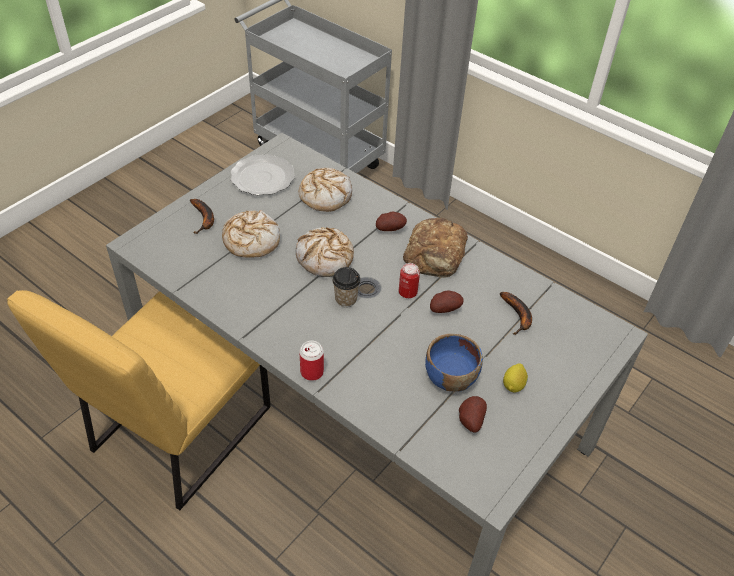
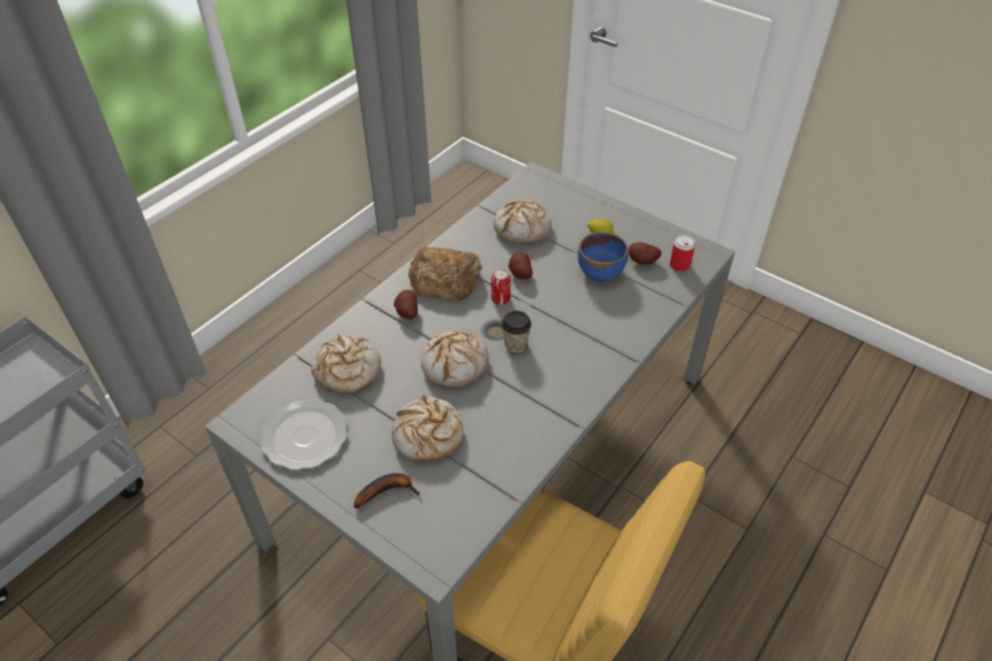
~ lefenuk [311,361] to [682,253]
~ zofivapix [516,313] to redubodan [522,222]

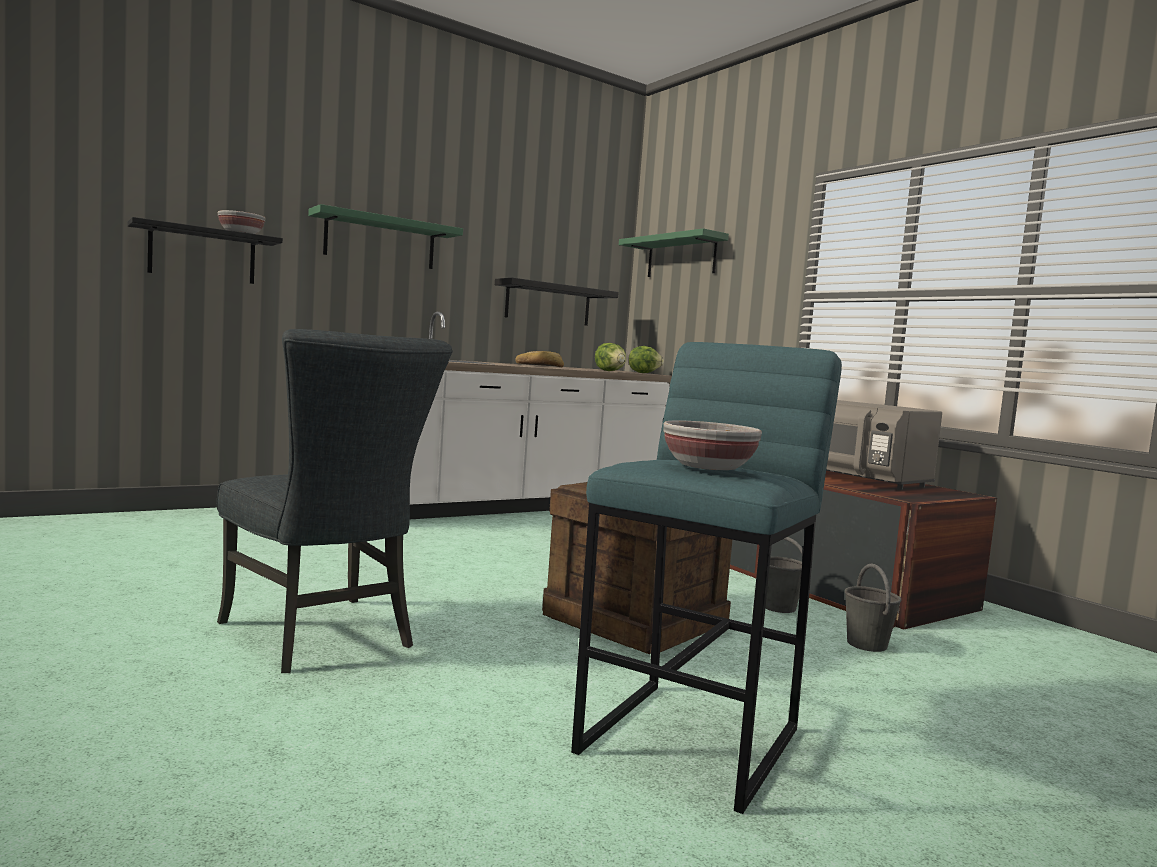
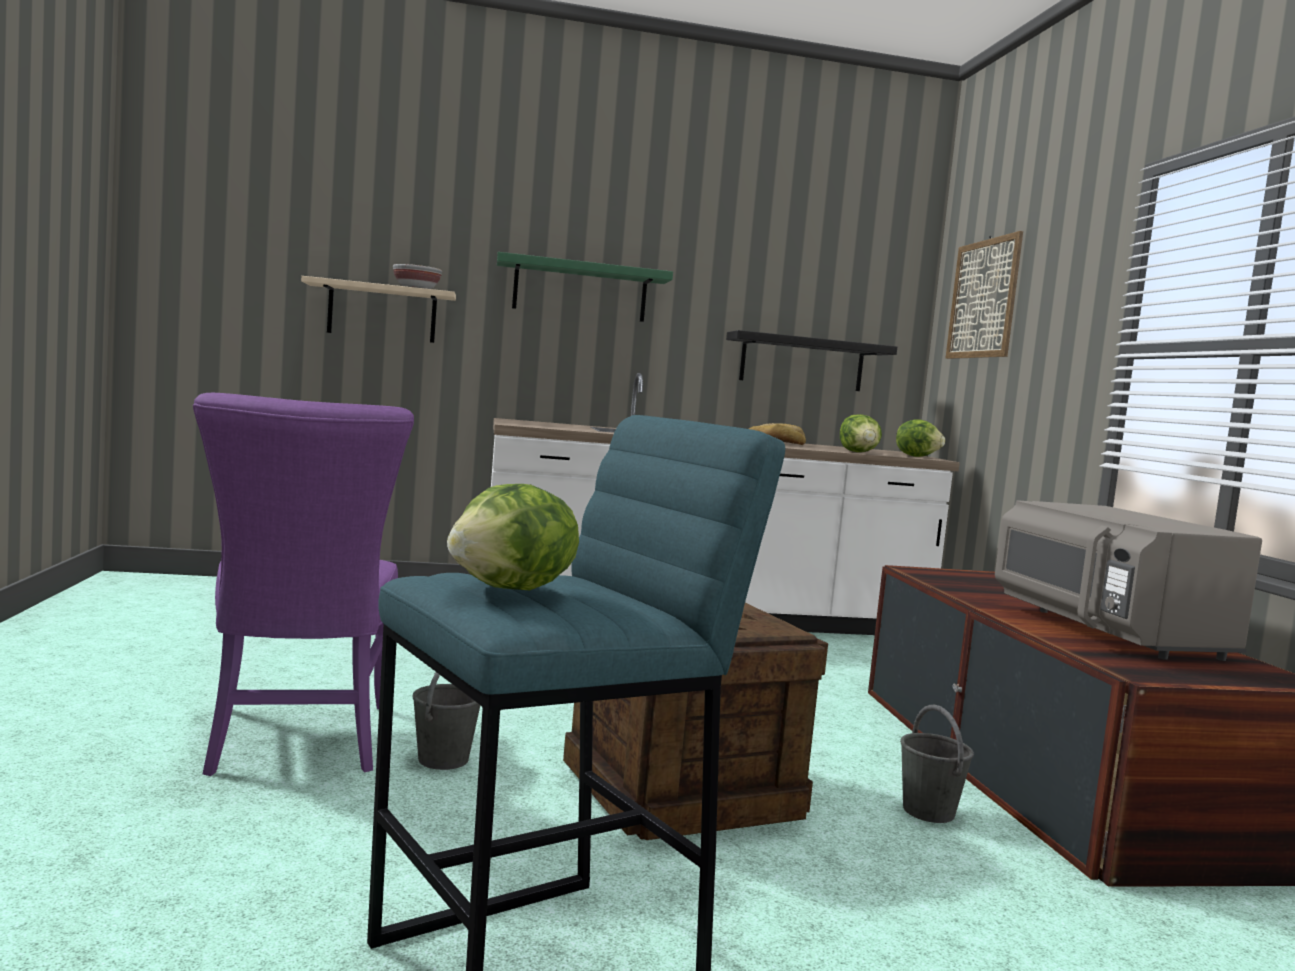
~ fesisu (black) [205,250] to fesisu (beige) [378,309]
~ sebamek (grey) [335,501] to sebamek (purple) [303,584]
~ fesisu (green) [674,252] to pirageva [984,295]
~ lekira [712,445] to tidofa [513,537]
~ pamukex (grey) [873,607] to [446,721]

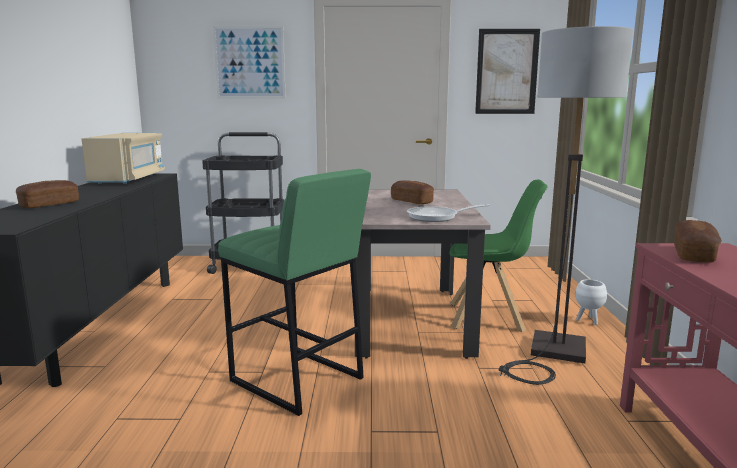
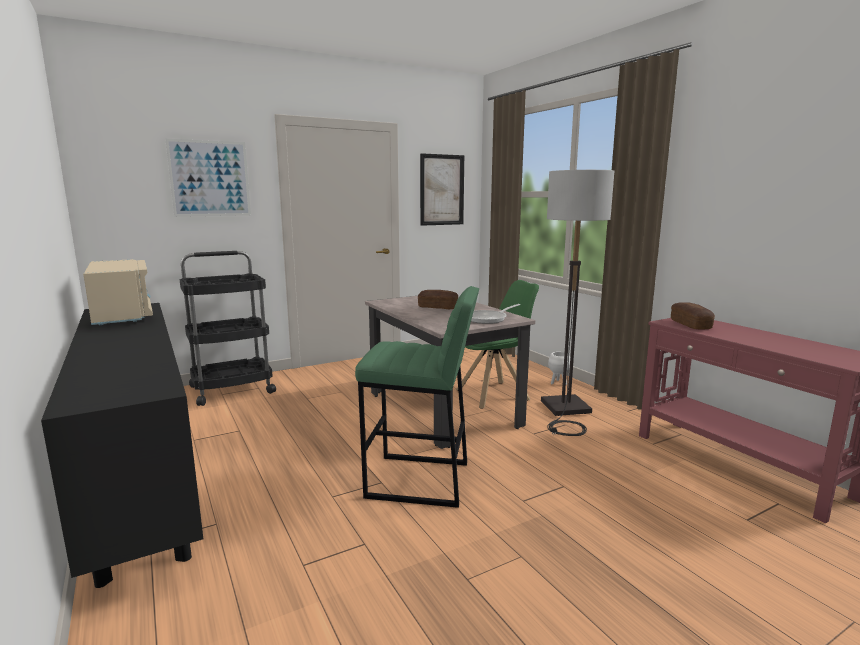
- redubodan [47,194]

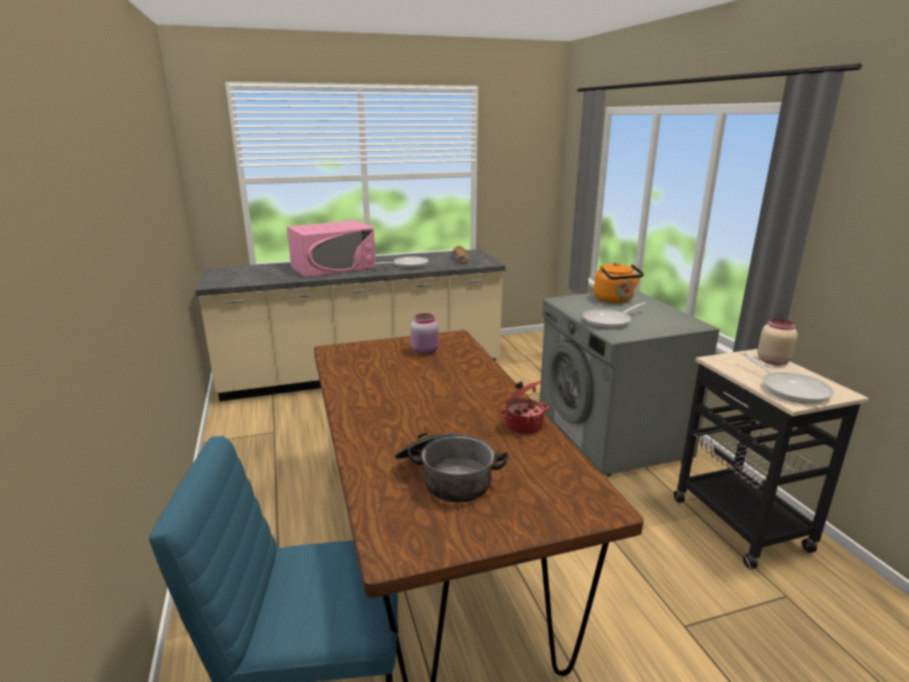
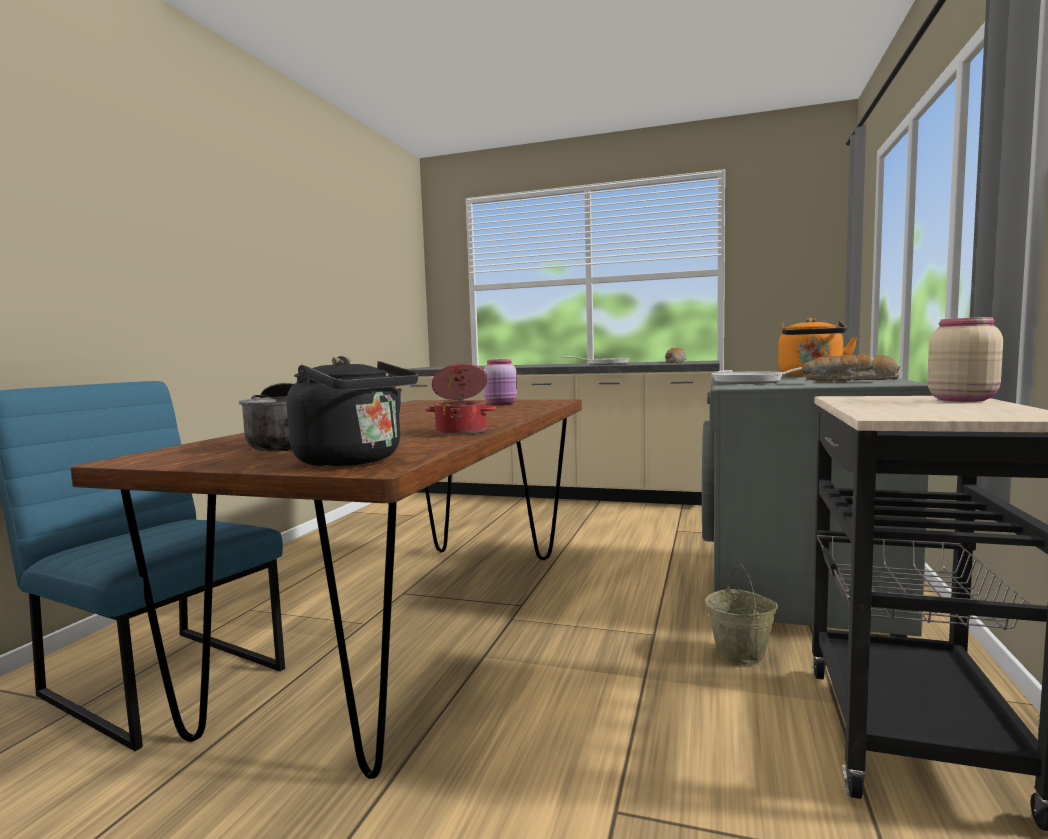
- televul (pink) [331,249]
- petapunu [787,378]
+ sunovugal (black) [352,411]
+ pamukex (beige) [741,615]
+ redubodan [850,367]

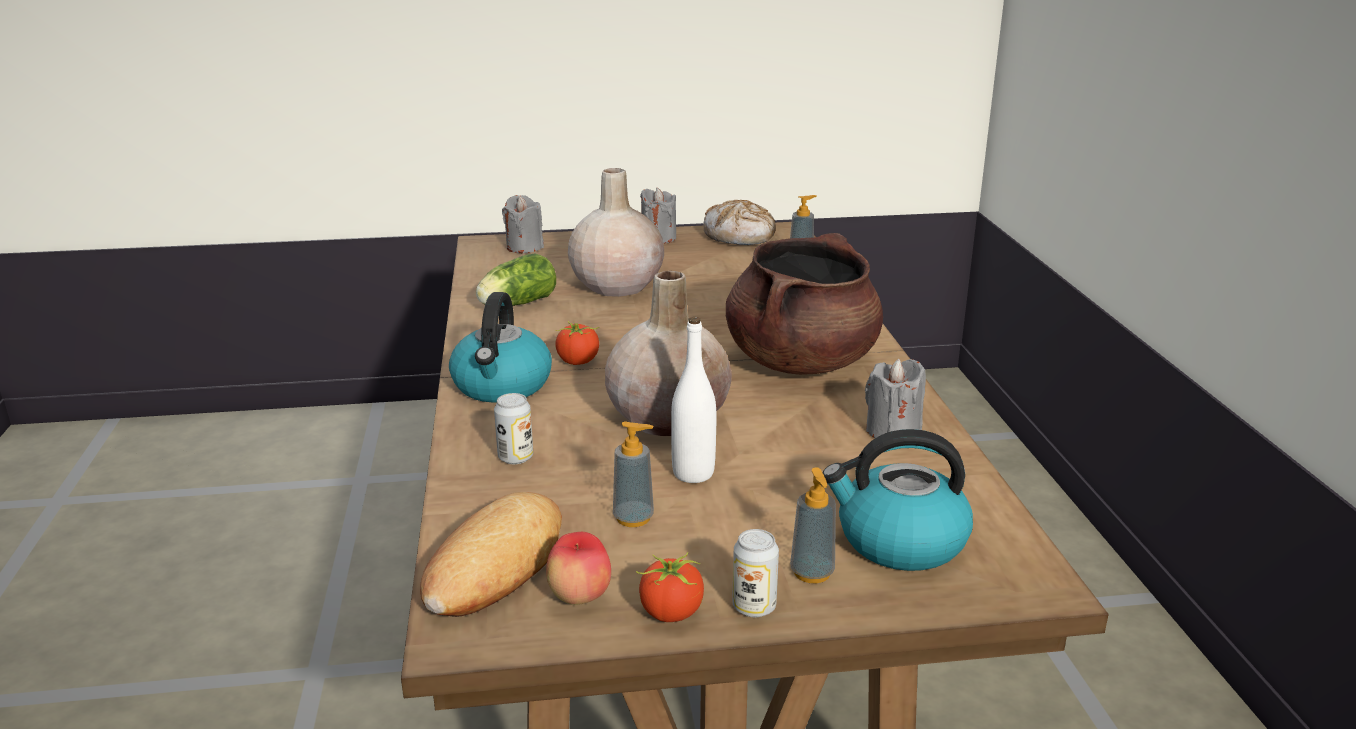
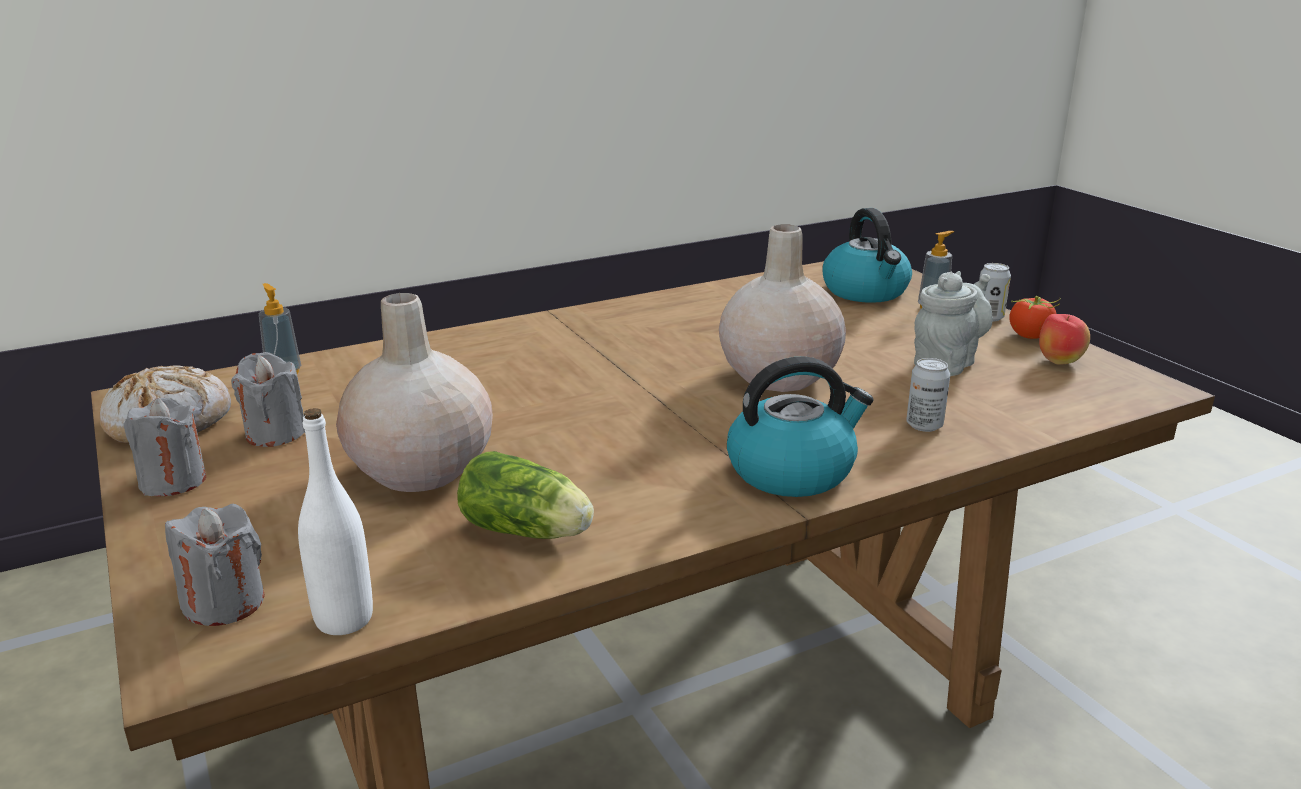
- redubodan [491,554]
- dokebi [577,343]
~ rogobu [633,474] to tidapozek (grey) [953,323]
~ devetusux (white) [693,400] to [335,521]
- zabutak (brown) [804,304]
~ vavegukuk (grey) [895,398] to [268,399]

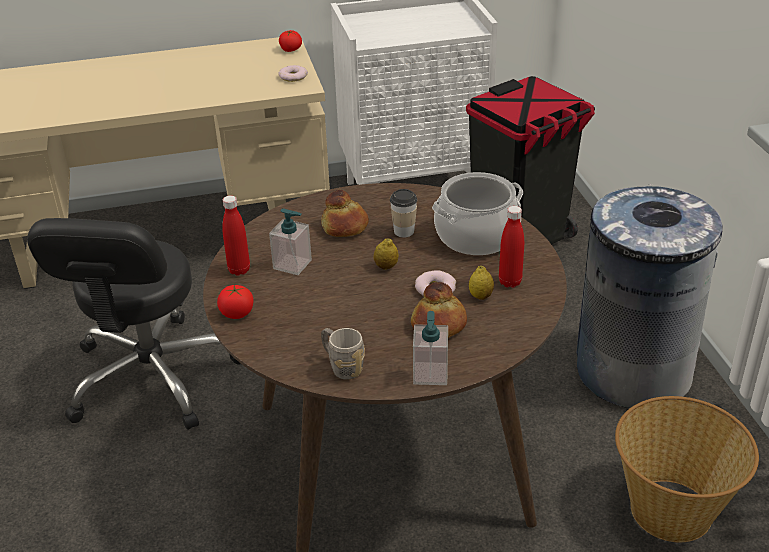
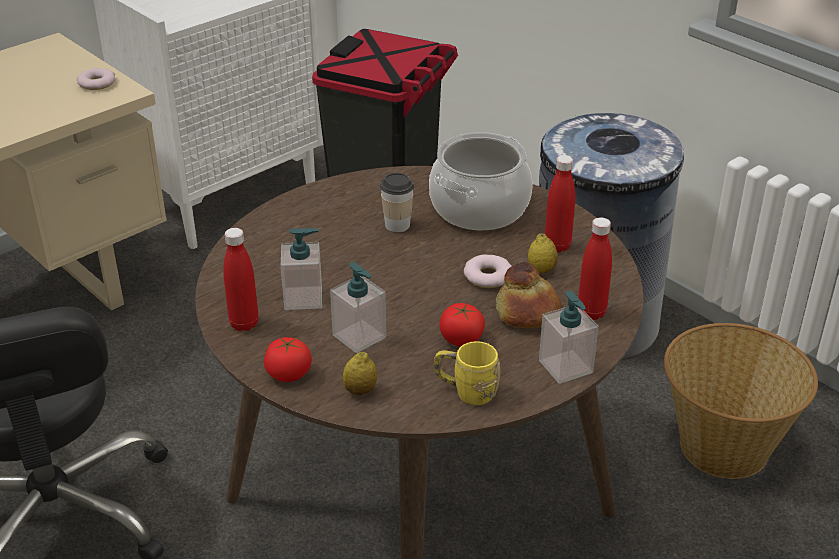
~ dokebi [290,41] to [462,324]
- redubodan [345,213]
~ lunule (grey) [343,354] to lunule (yellow) [467,373]
~ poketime [386,253] to [360,374]
+ rogobu [358,307]
+ devetusux (red) [595,268]

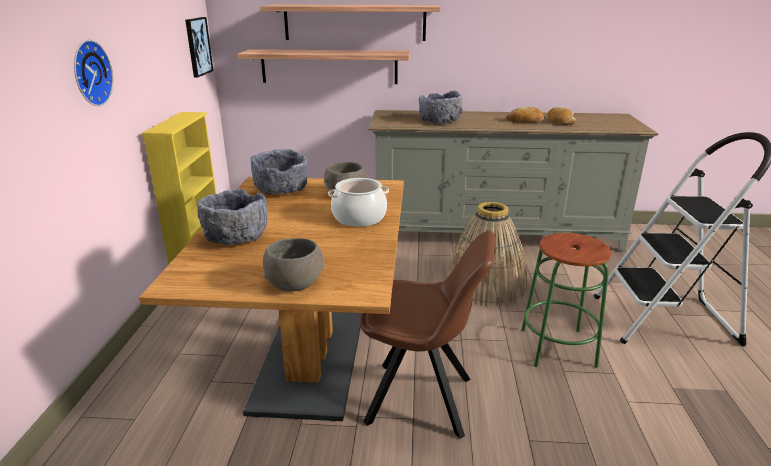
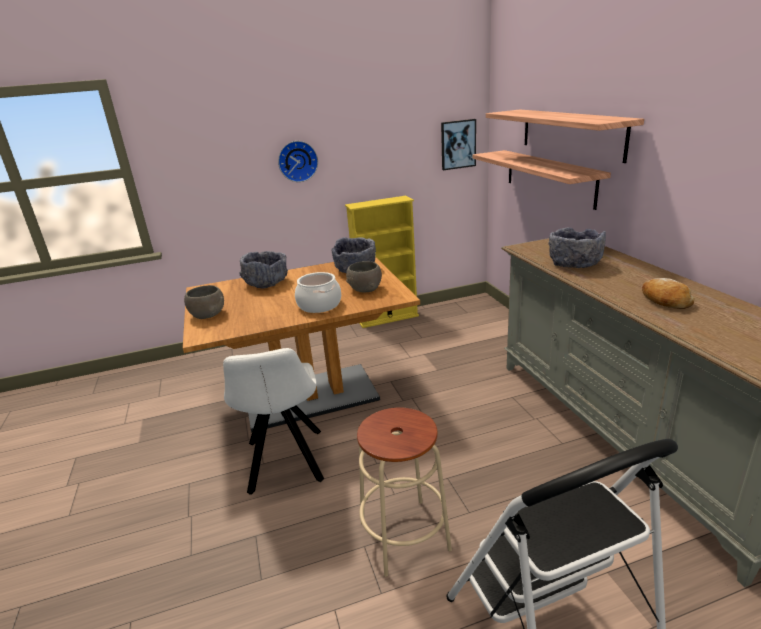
~ sebamek (brown) [427,335] to sebamek (white) [273,421]
- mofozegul [487,254]
~ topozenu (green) [566,300] to topozenu (beige) [404,492]
- redubodan [561,116]

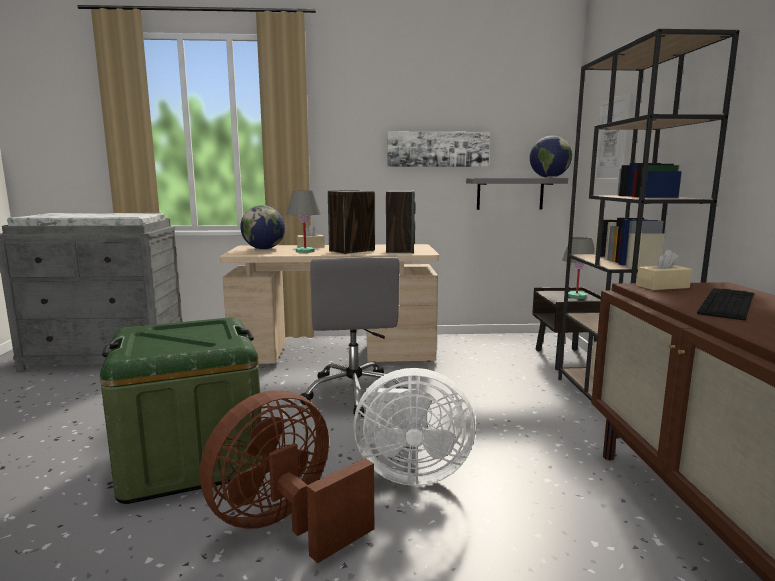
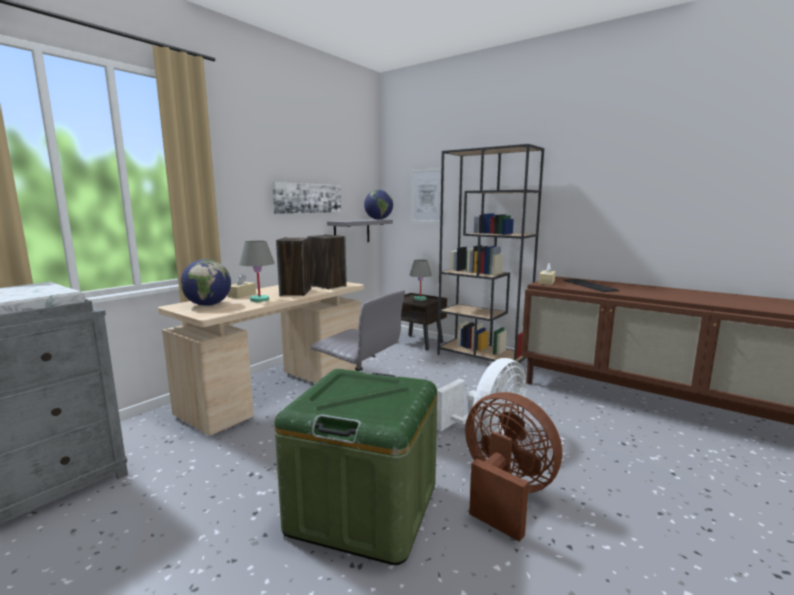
~ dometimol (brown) [287,476] = [513,467] 135 degrees clockwise

